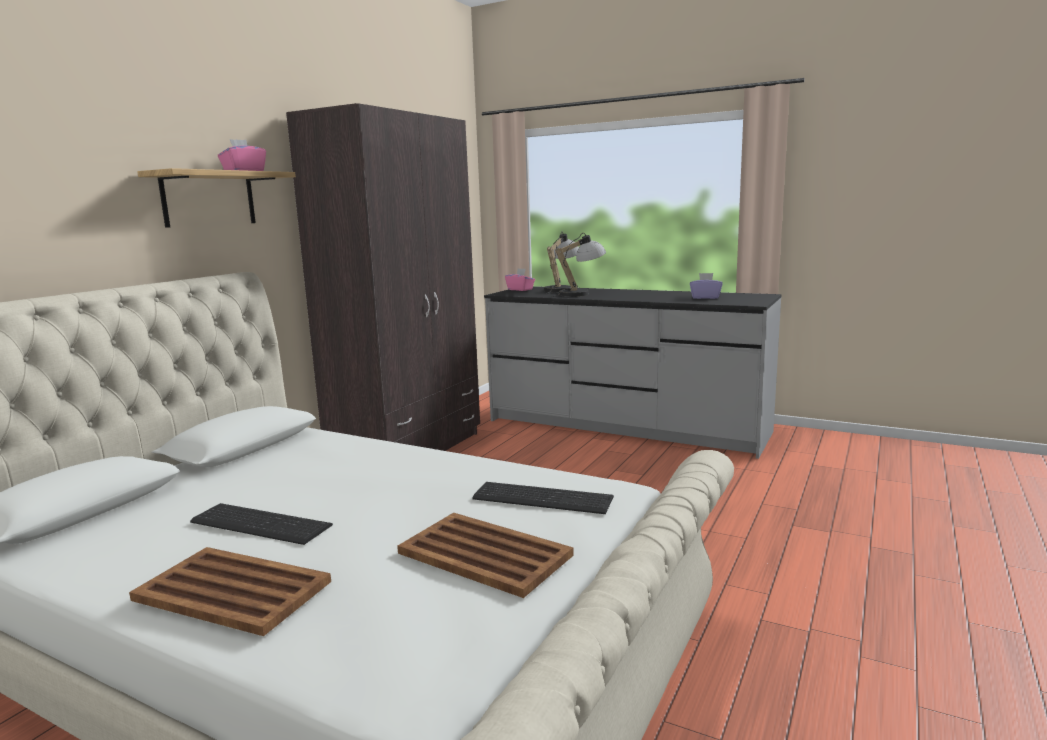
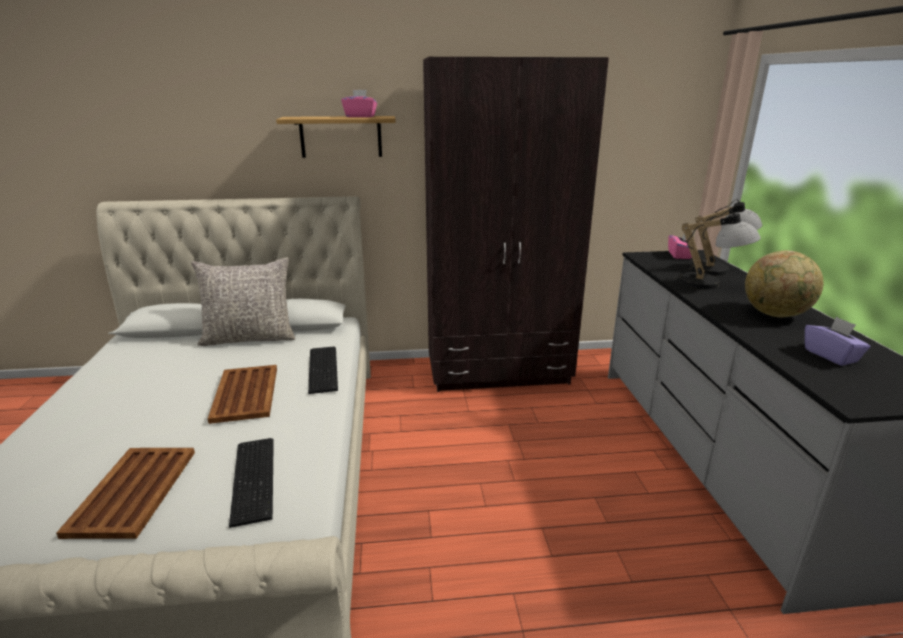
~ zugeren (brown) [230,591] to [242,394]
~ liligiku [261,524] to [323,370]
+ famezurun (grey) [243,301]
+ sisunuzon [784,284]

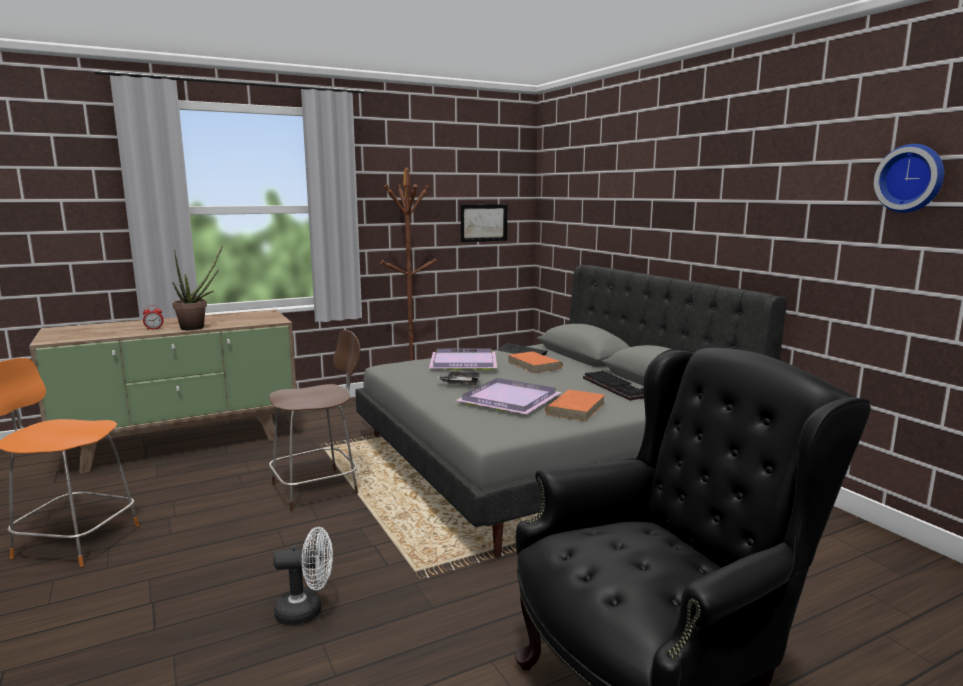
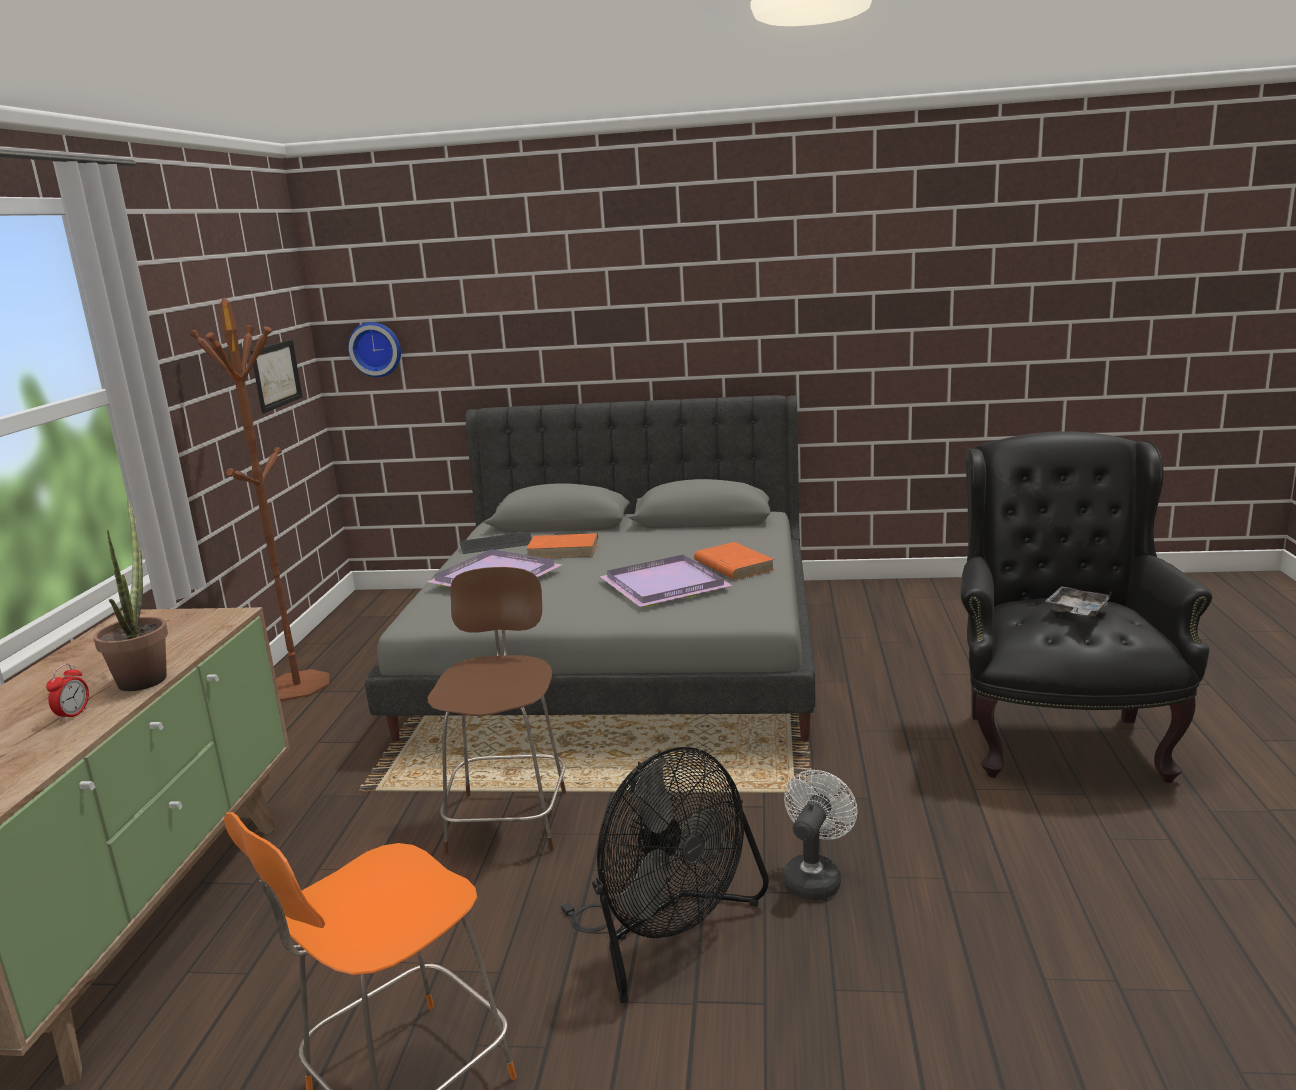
~ zugeren (grey) [458,378] to [1078,601]
- liligiku [613,385]
~ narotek [909,178] to [374,349]
+ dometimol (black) [665,875]

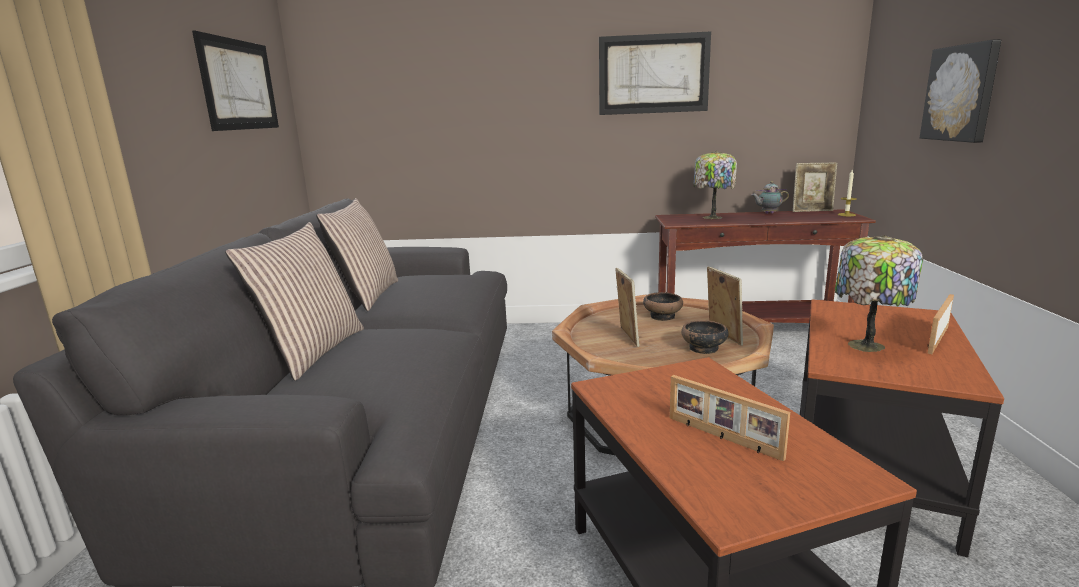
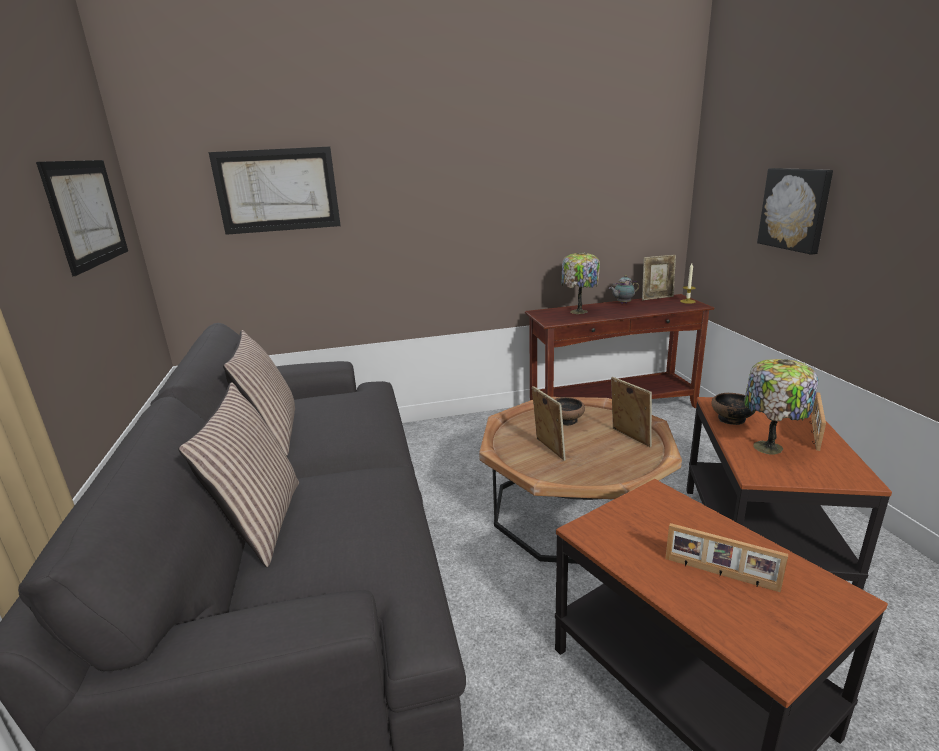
~ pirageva [655,73] to [274,190]
~ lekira [705,337] to [733,409]

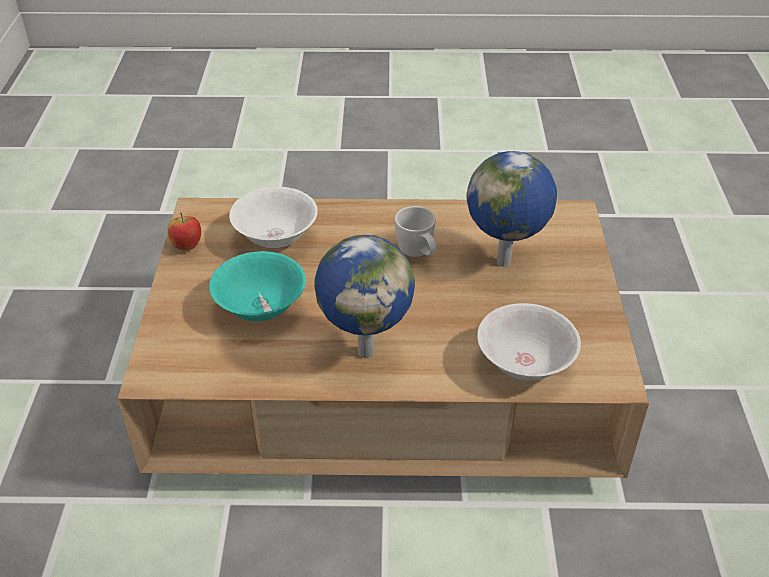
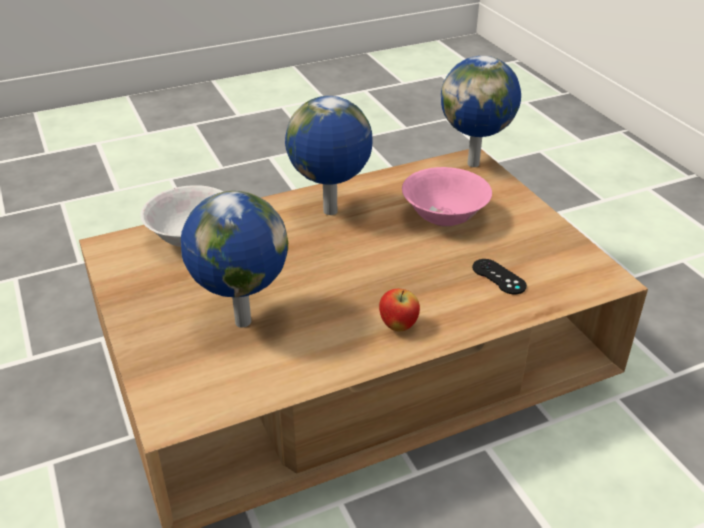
~ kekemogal [184,232] to [399,310]
~ lekira (turquoise) [257,286] to lekira (pink) [447,197]
~ lekira (white) [273,217] to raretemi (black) [499,276]
- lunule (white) [415,231]
+ sisunuzon [481,111]

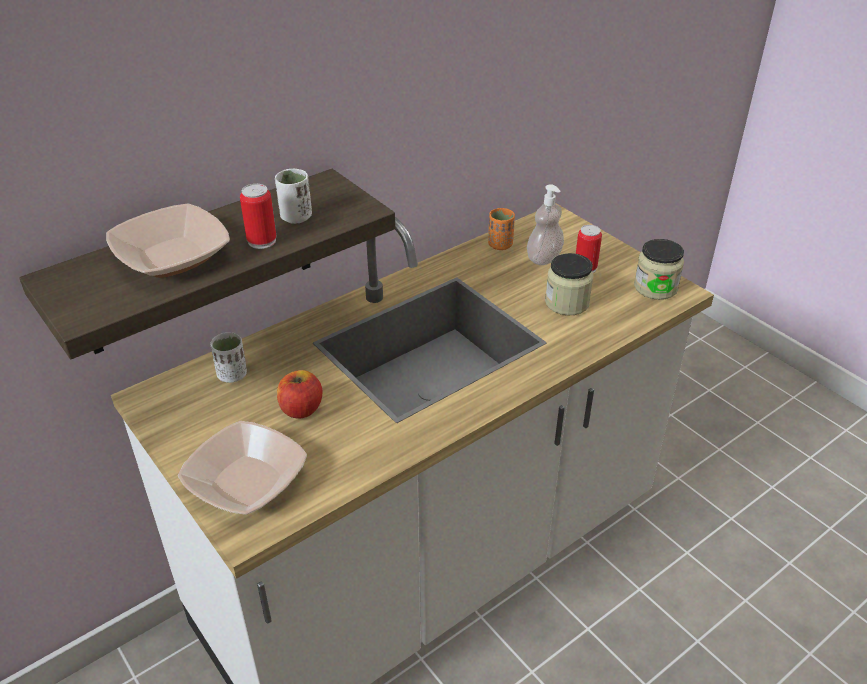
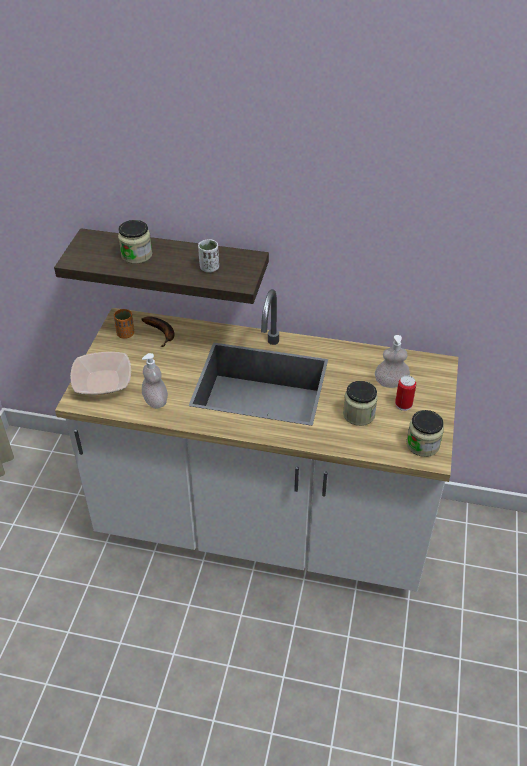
~ lekira [168,241] to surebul [135,242]
~ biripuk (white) [229,357] to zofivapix [158,331]
- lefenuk [258,216]
- kekemogal [300,394]
~ biripuk (orange) [501,229] to [124,324]
+ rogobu [155,381]

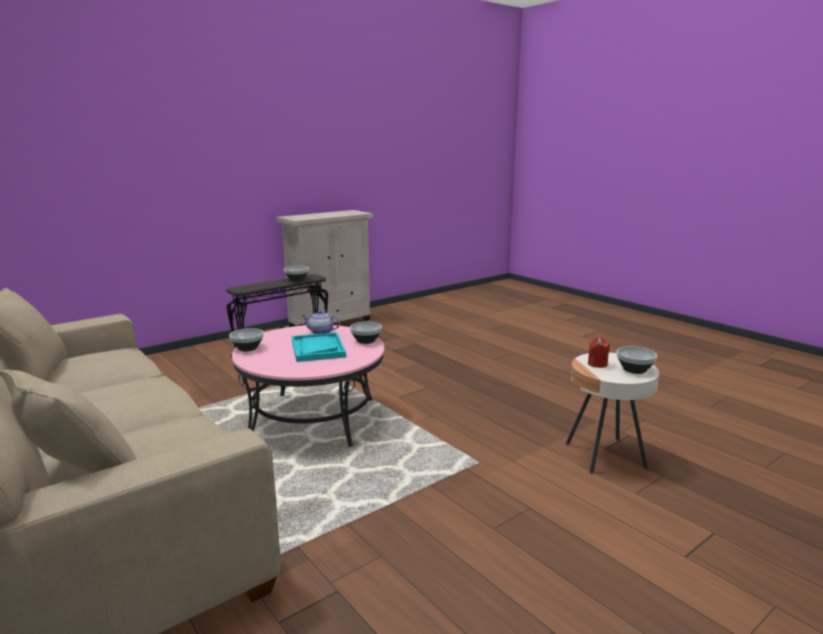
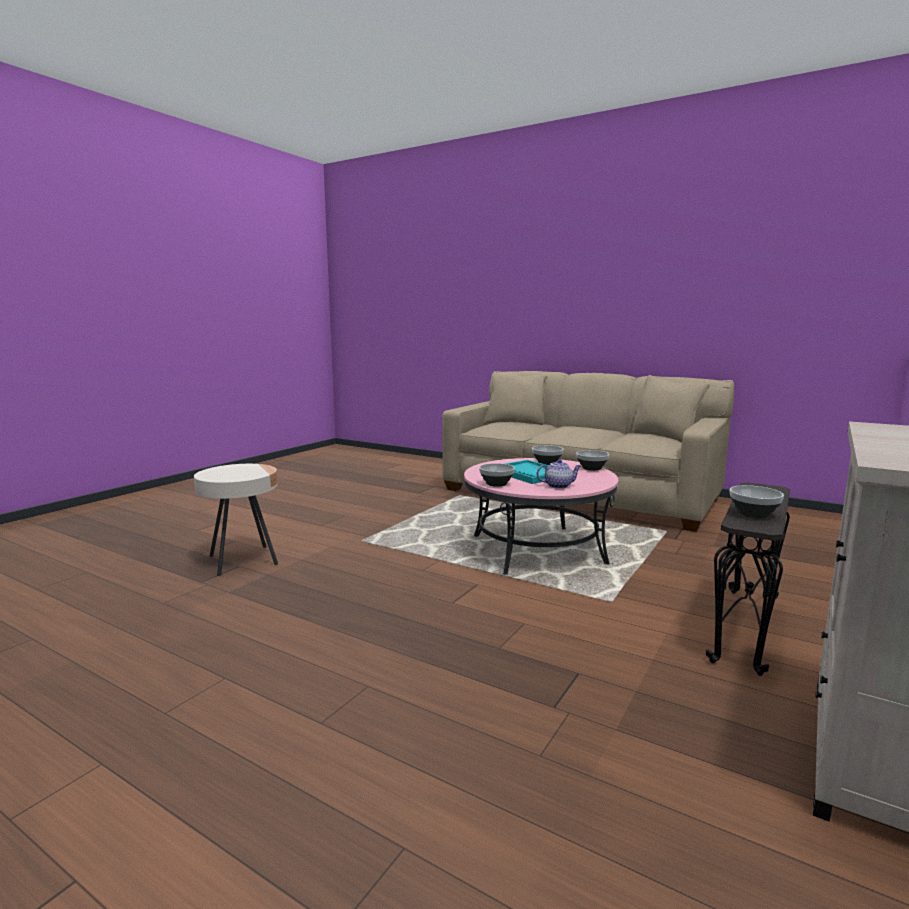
- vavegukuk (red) [599,352]
~ lekira [637,360] to [547,455]

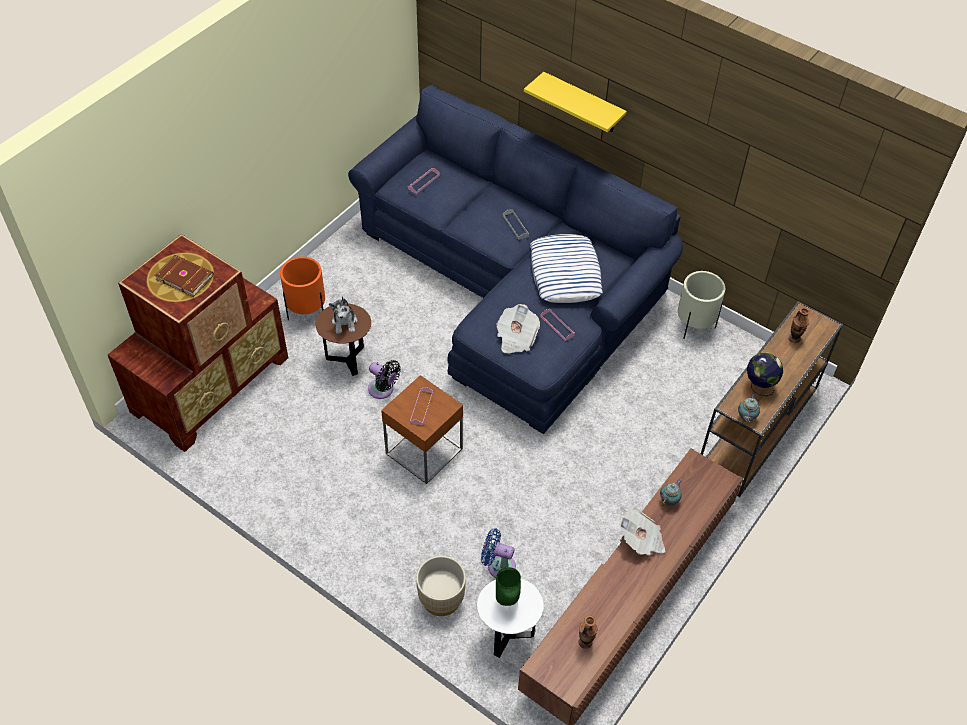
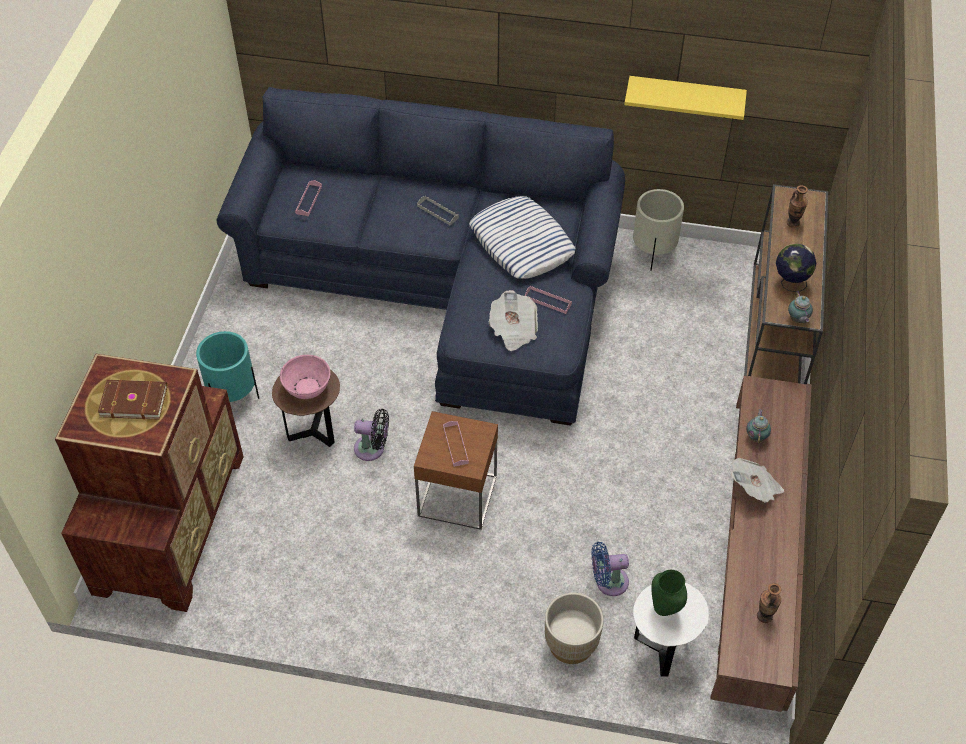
~ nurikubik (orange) [302,288] to nurikubik (turquoise) [227,366]
~ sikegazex [343,315] to lekira (pink) [305,377]
~ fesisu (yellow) [575,102] to [685,98]

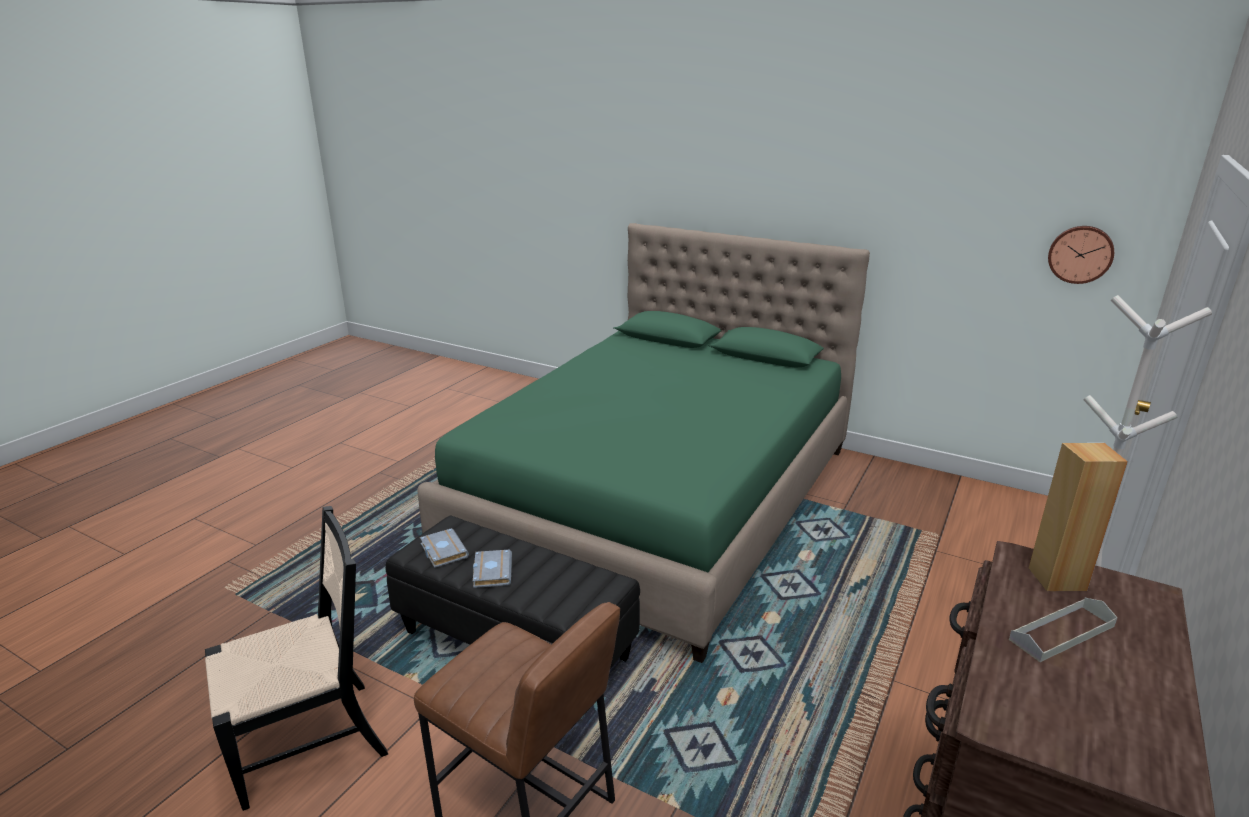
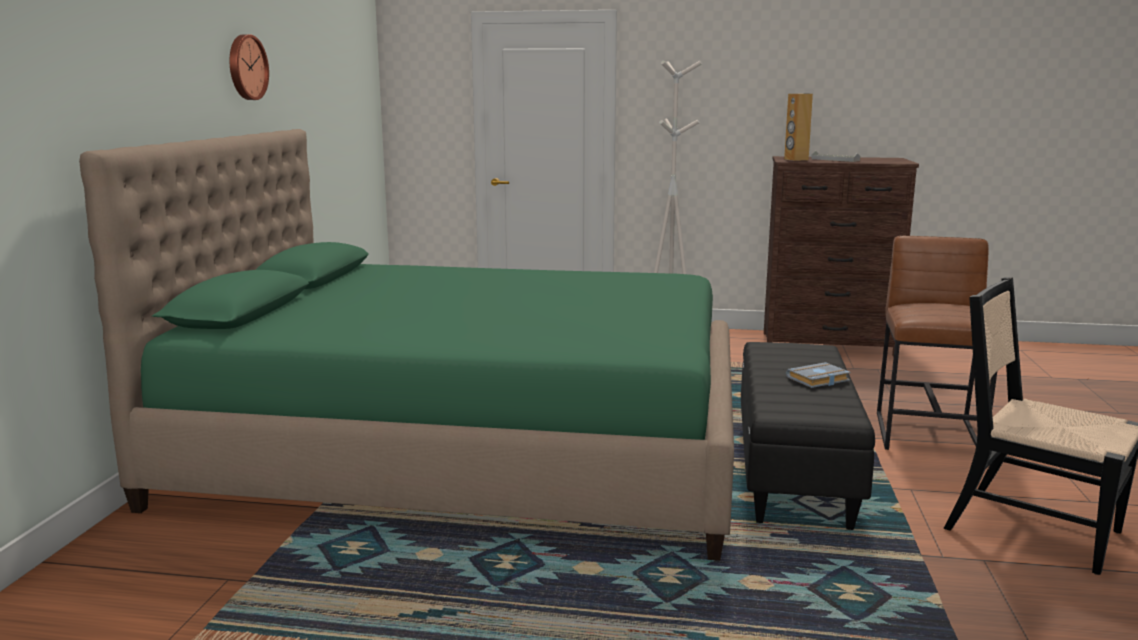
- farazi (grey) [444,548]
~ narotek [1081,255] to [249,67]

